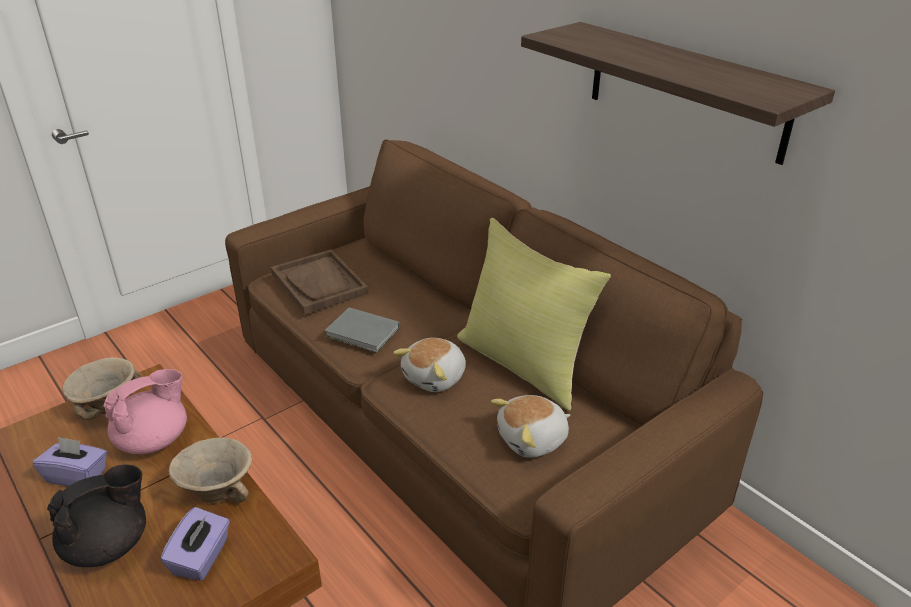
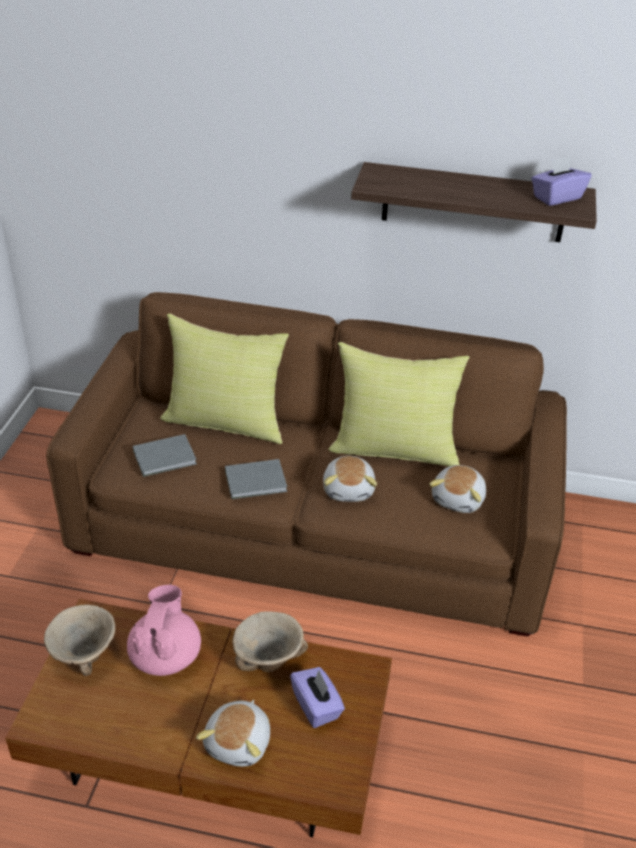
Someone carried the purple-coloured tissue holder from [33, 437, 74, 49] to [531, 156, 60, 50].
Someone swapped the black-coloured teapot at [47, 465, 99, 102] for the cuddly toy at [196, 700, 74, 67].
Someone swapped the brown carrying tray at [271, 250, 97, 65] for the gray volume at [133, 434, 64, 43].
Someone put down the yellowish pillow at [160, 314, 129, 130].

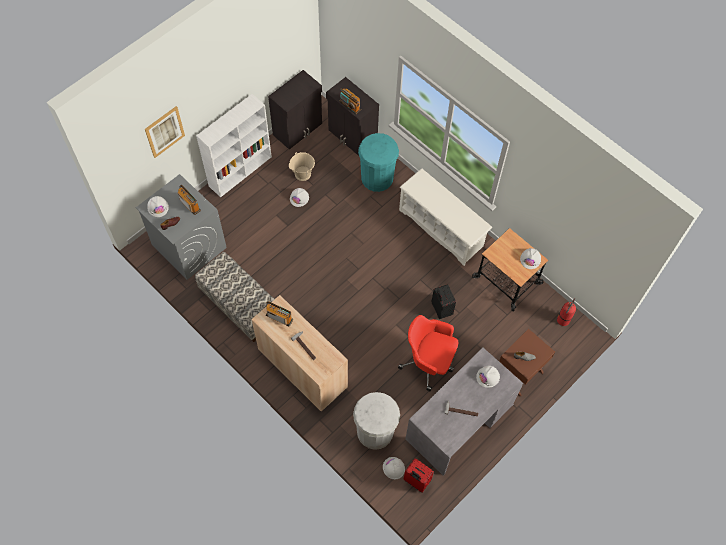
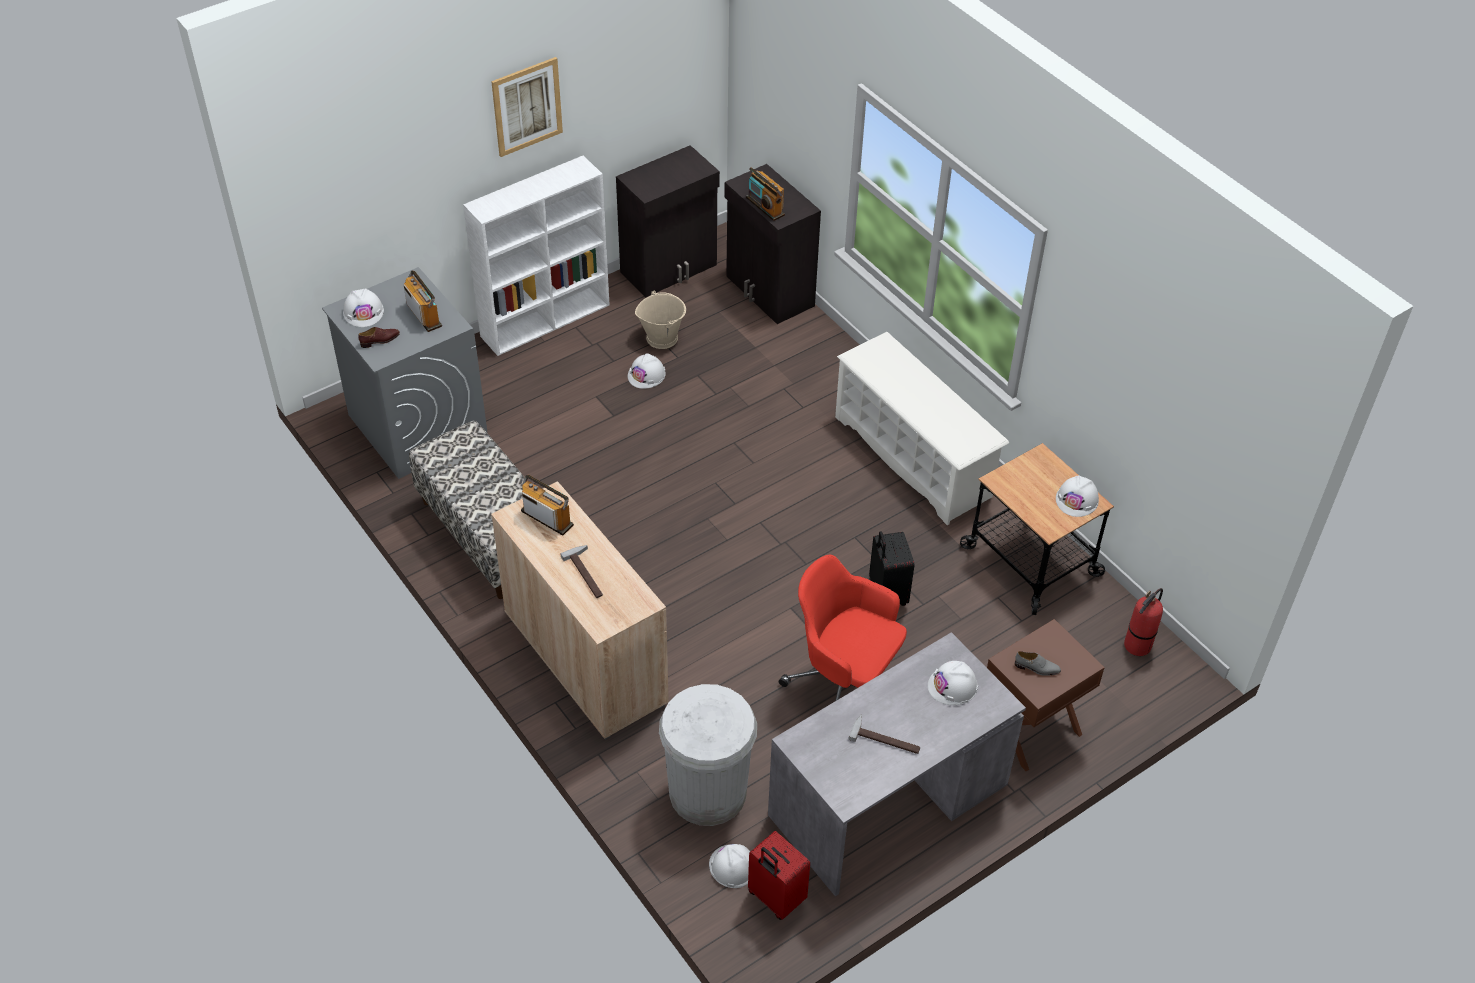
Someone carried the wall art from [145, 106, 40, 52] to [491, 57, 72, 100].
Someone took away the turquoise waste bin at [358, 133, 41, 59].

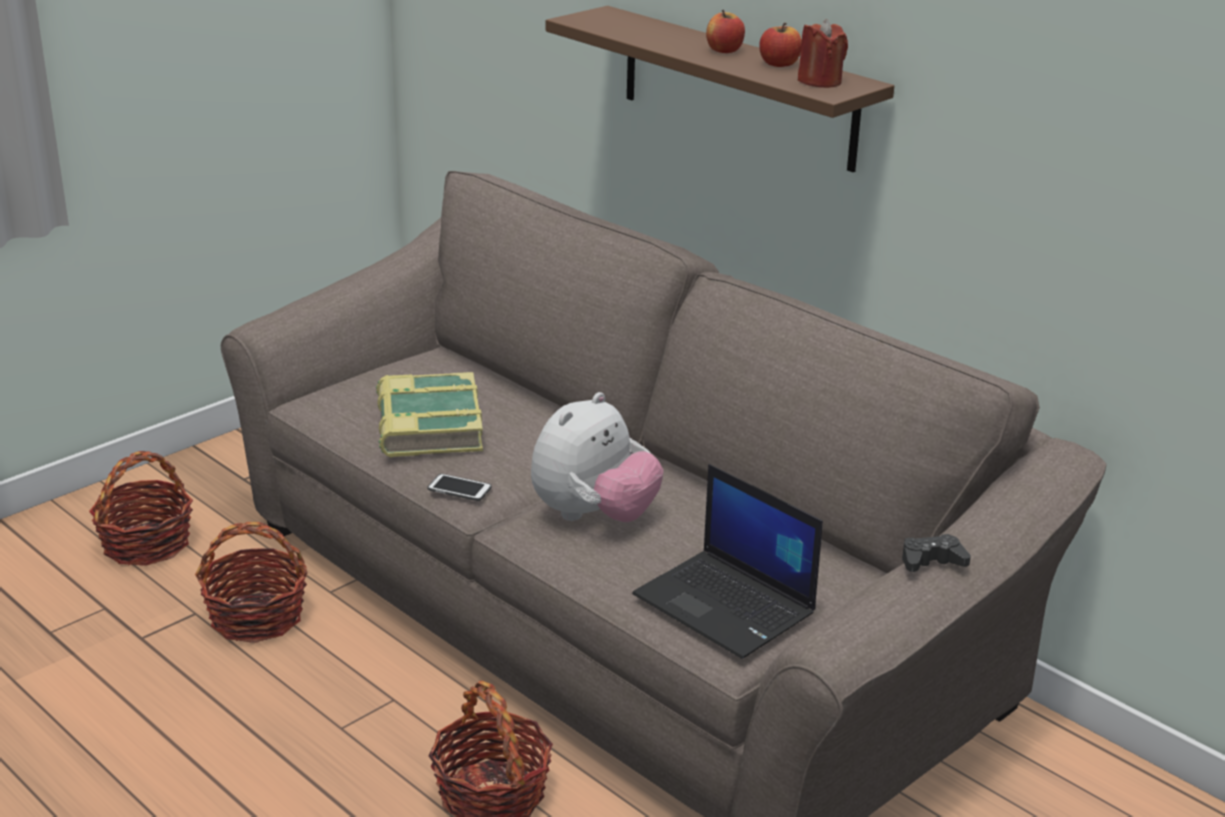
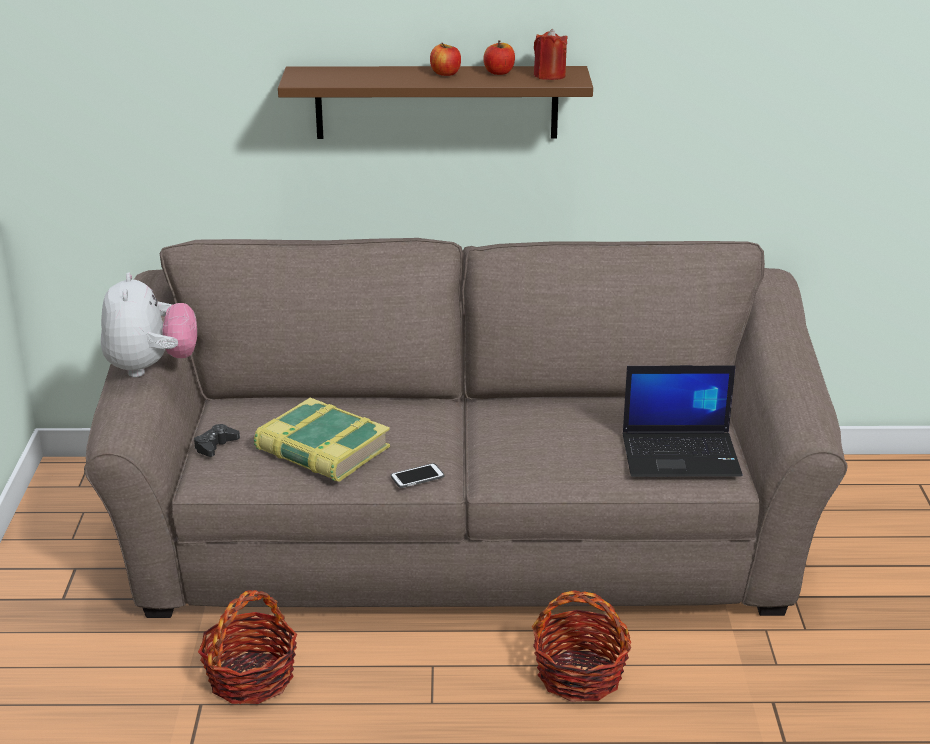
Someone took away the household basket at [89, 451, 104, 115].
Someone carried the cuddly toy from [531, 392, 133, 130] to [101, 273, 96, 104].
Someone carried the black-coloured joypad from [902, 534, 69, 38] to [194, 424, 46, 33].

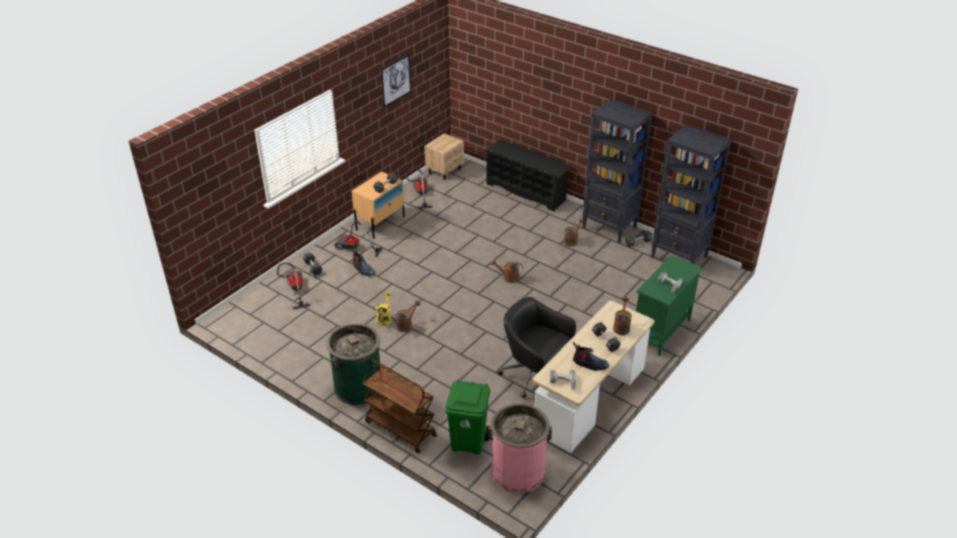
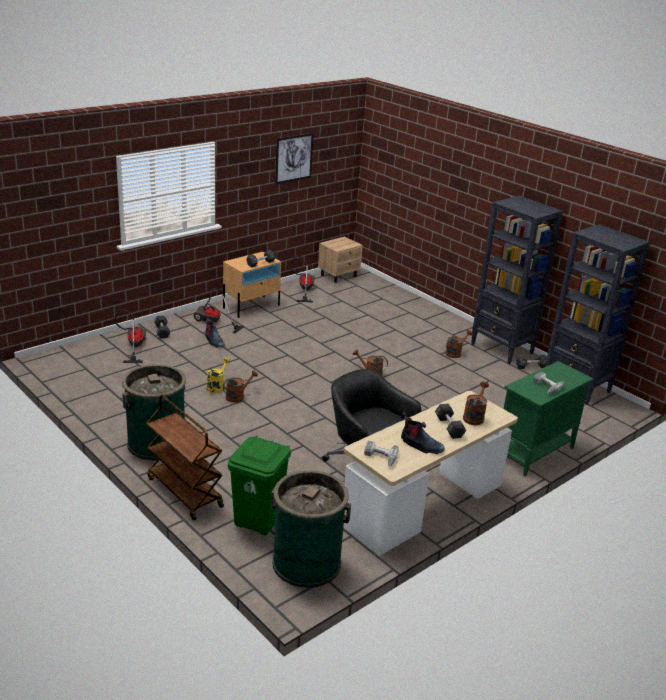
Someone took away the black-coloured shoe shelf at [486, 139, 86, 73].
Someone repainted the pink waste bin at [489, 403, 63, 90], which became the green-coloured waste bin at [271, 470, 80, 118].

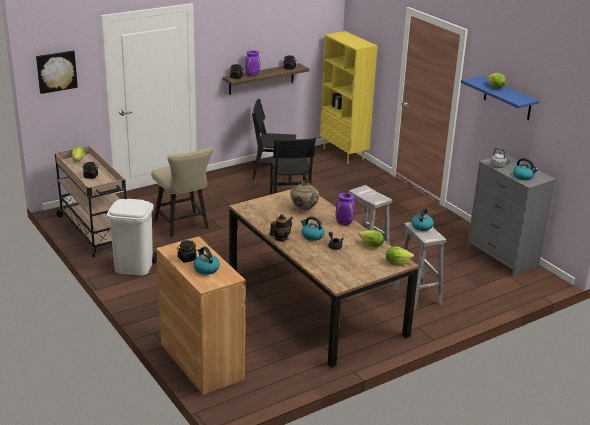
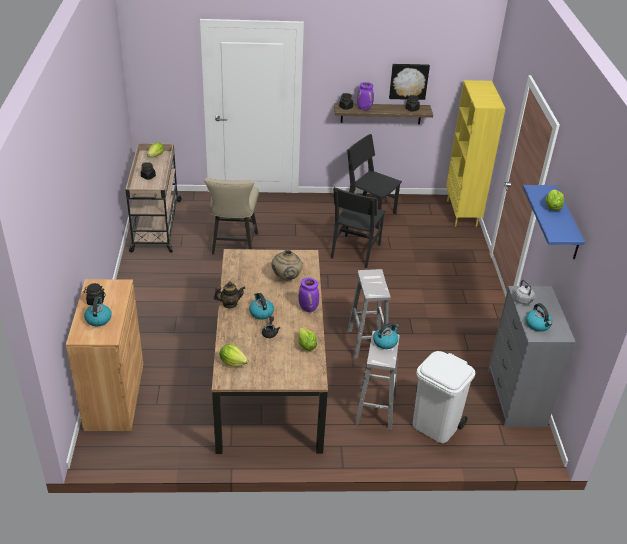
Someone carried the wall art from [36, 51, 42, 43] to [389, 64, 41, 36].
Someone carried the whitish waste bin from [107, 199, 50, 77] to [413, 351, 62, 92].
Someone carried the lettuce from [386, 246, 28, 19] to [220, 344, 28, 23].

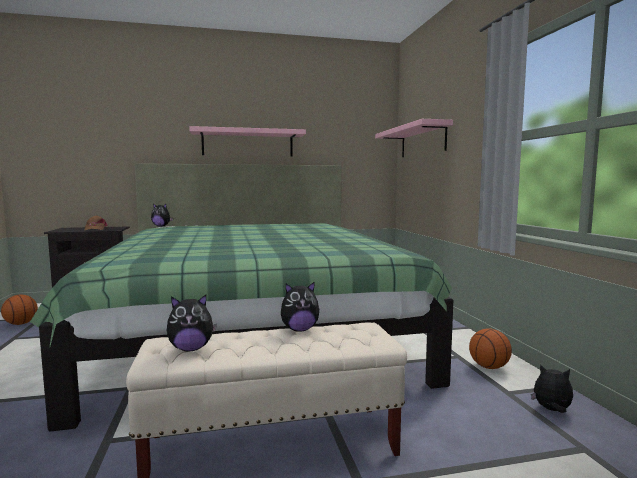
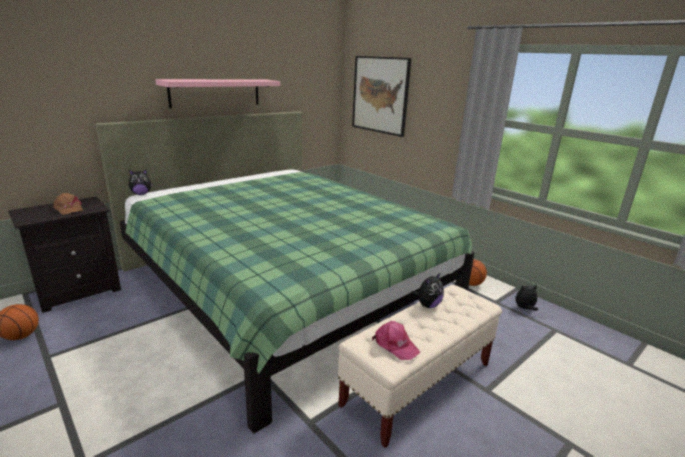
Someone swapped the cuddly toy at [167, 295, 50, 56] for the pink peaked cap at [372, 321, 48, 39].
Someone swapped the pink wall shelf at [375, 119, 78, 38] for the wall art at [352, 56, 60, 81].

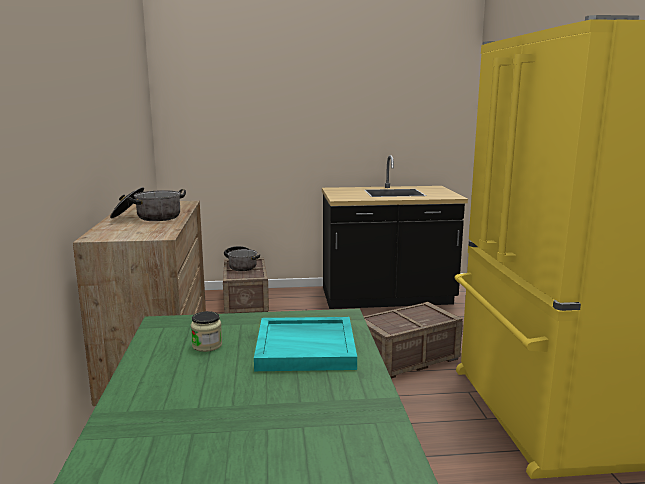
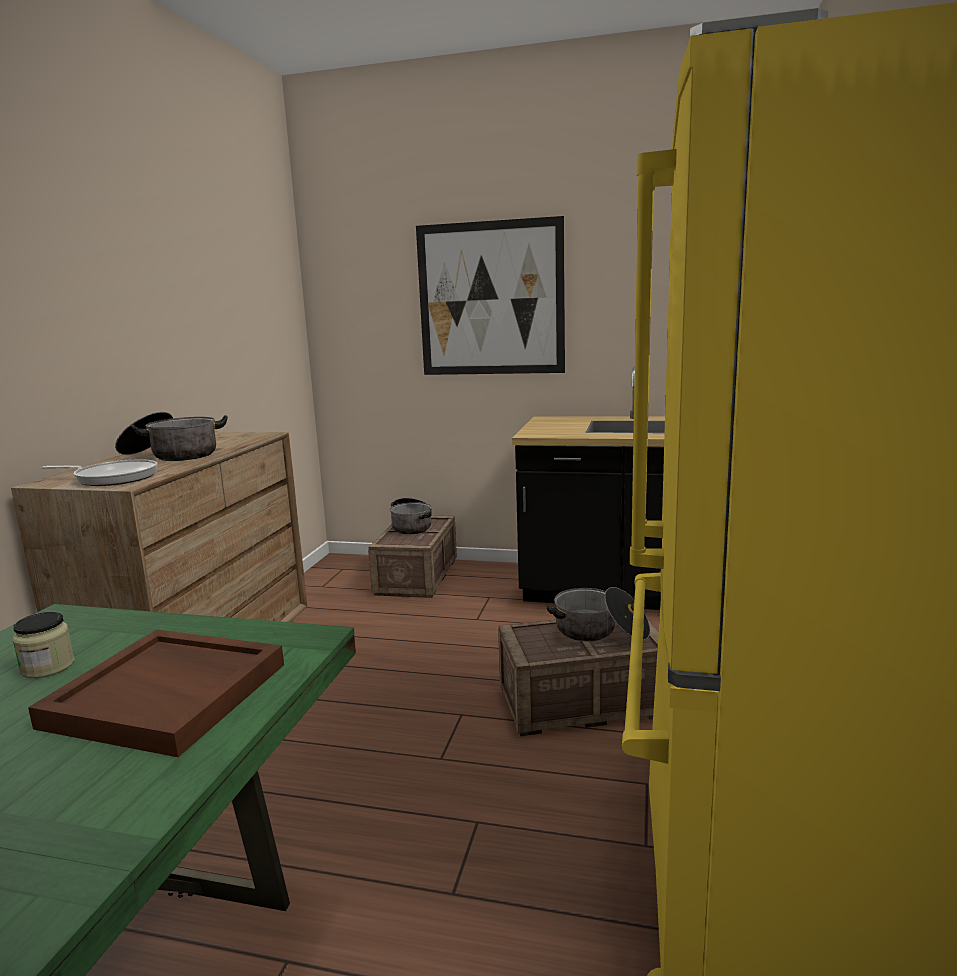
Someone repainted the turquoise carrying tray at [254, 317, 103, 54], which became the brown carrying tray at [28, 629, 256, 128].
Someone put down the pan at [42, 459, 116, 27].
Someone put up the wall art at [416, 216, 149, 159].
Someone put down the stockpot at [547, 587, 103, 54].

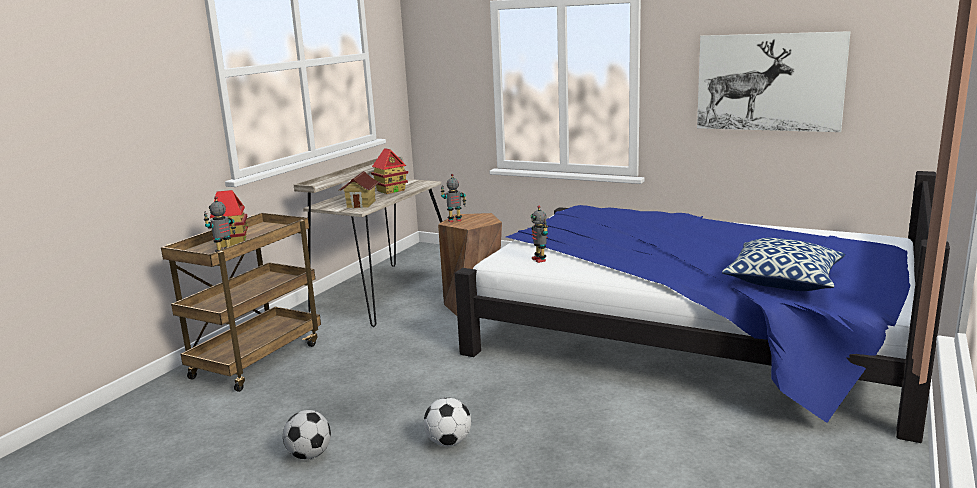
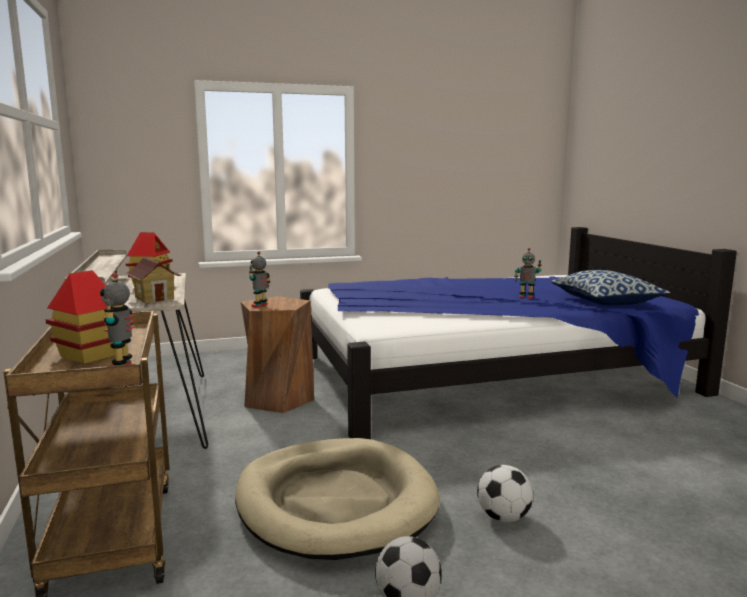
Someone carried the toy robot from [531, 206, 18, 57] to [514, 248, 28, 51].
Someone took away the wall art at [697, 31, 154, 101].
Someone put down the beige dog bed at [235, 438, 205, 122].

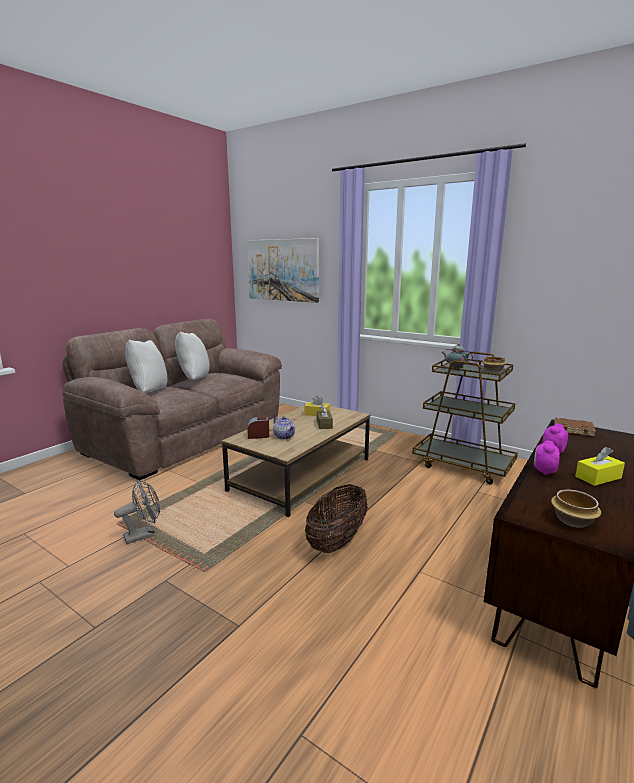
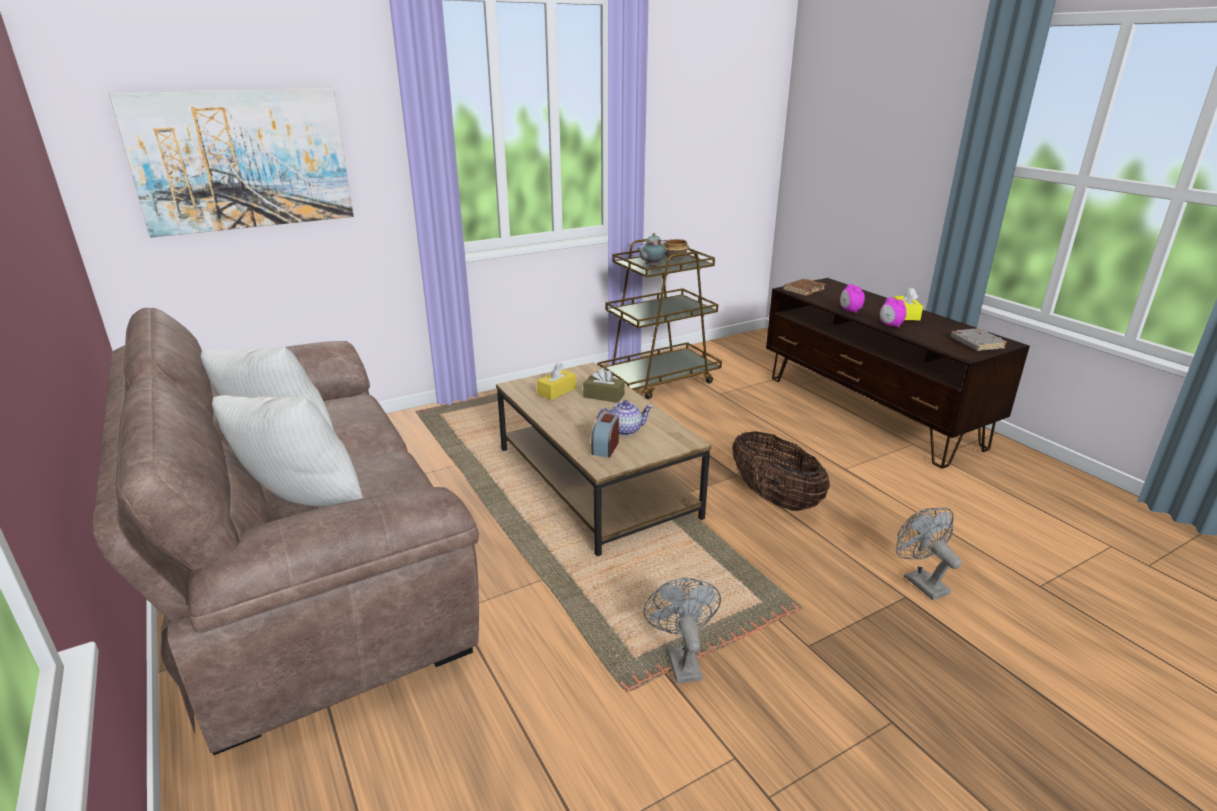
Someone swapped the deep dish at [551, 489, 50, 39] for the gray volume at [951, 328, 56, 23].
Someone put down the gray electric fan at [896, 507, 66, 93].

